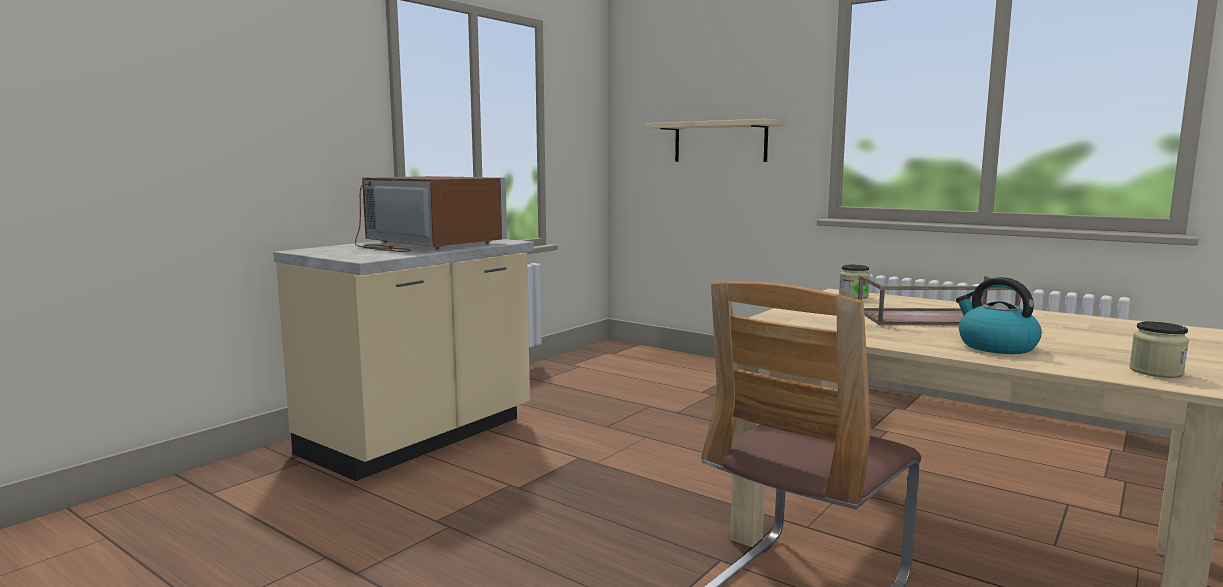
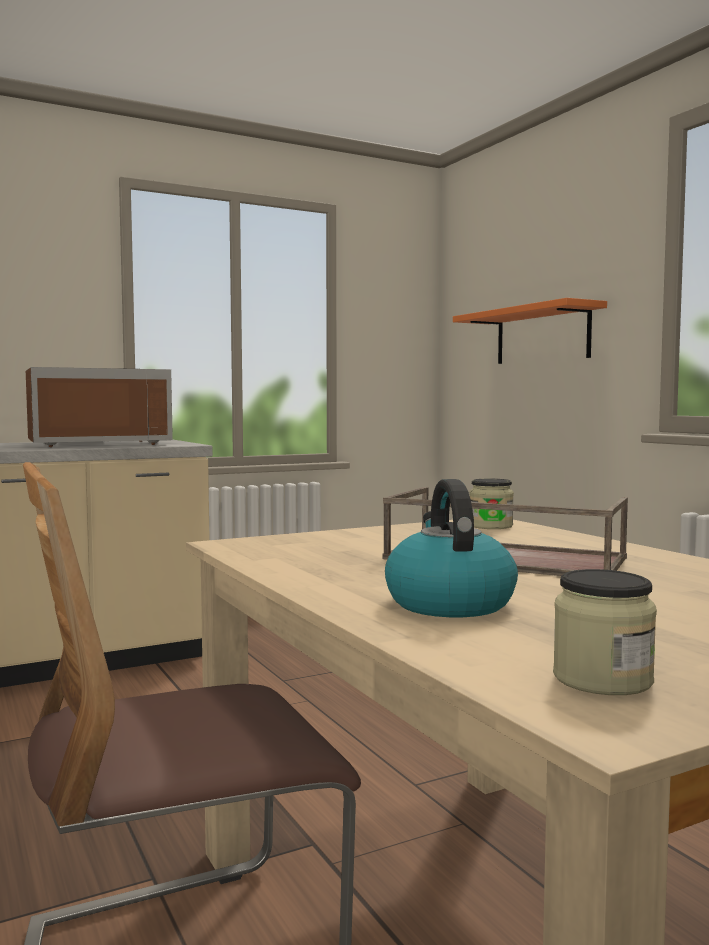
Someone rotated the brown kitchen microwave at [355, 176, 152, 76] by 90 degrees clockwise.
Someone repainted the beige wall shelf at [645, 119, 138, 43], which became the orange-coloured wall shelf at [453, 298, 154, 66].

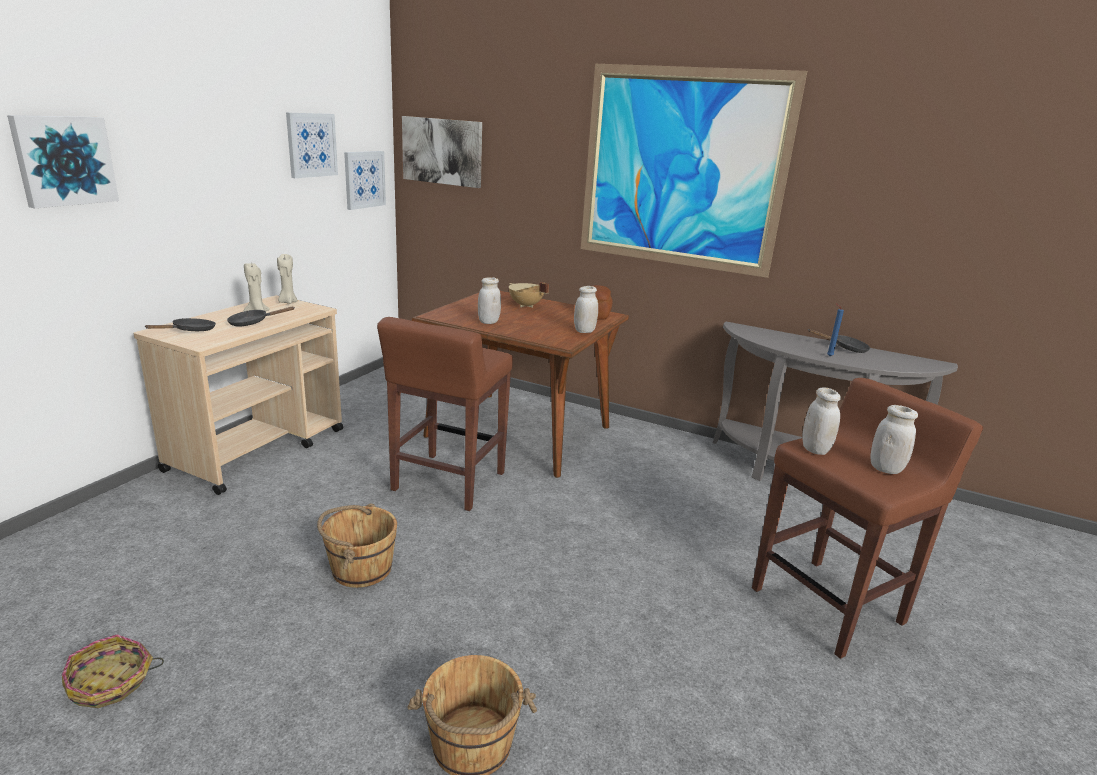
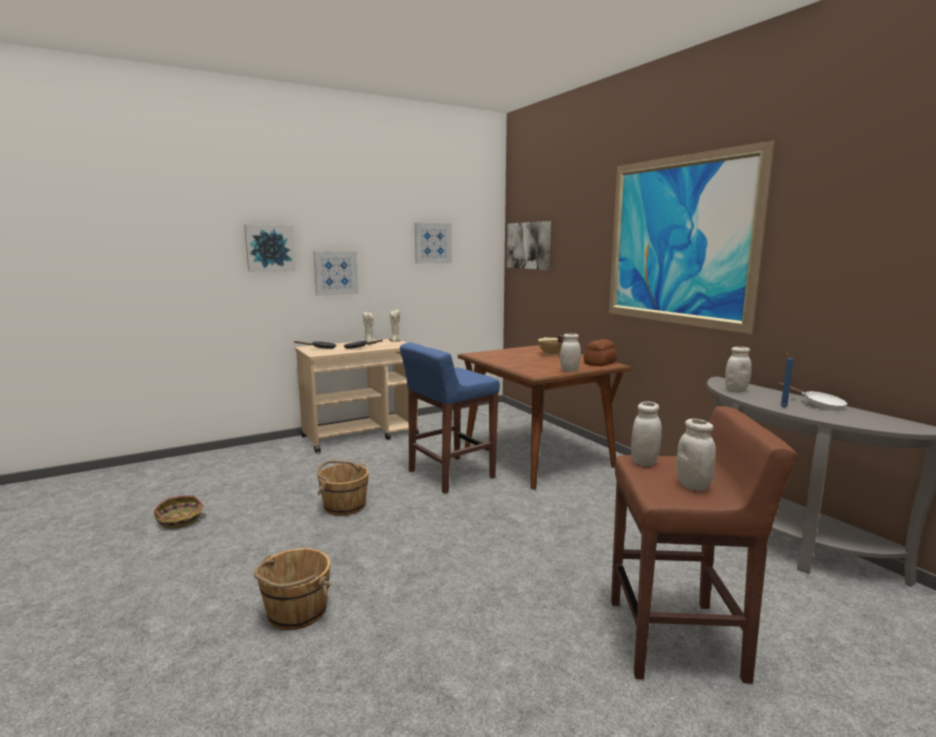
Someone carried the wall art from [344, 151, 42, 59] to [313, 251, 46, 45].
Someone repainted the brown stool at [377, 317, 136, 194], which became the blue stool at [400, 342, 100, 151].
Someone carried the whitish jar from [478, 277, 23, 47] to [725, 347, 26, 45].
Someone repainted the black-coloured pan at [809, 329, 61, 24], which became the whitish pan at [779, 383, 68, 27].

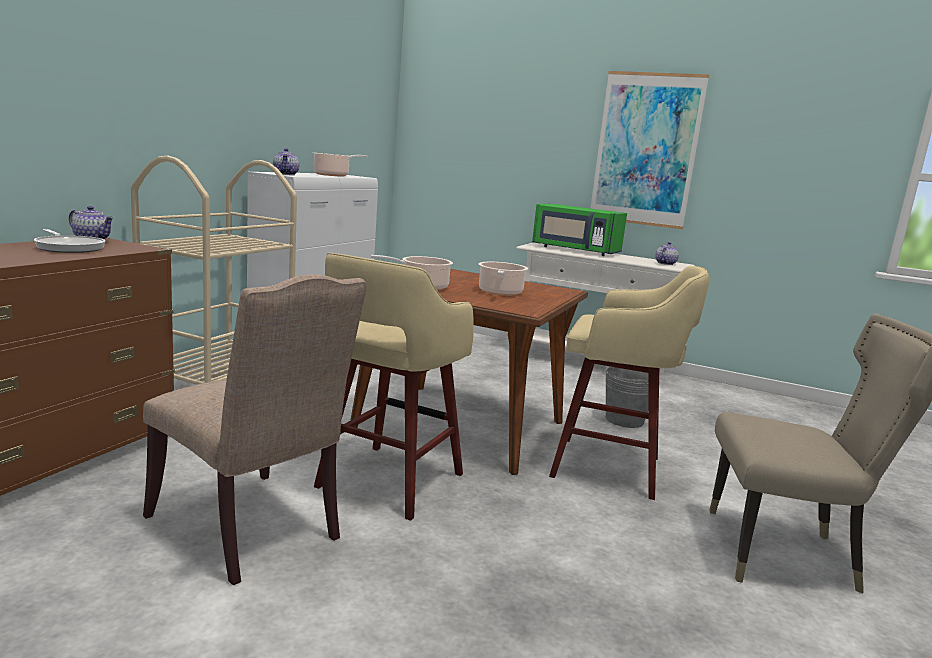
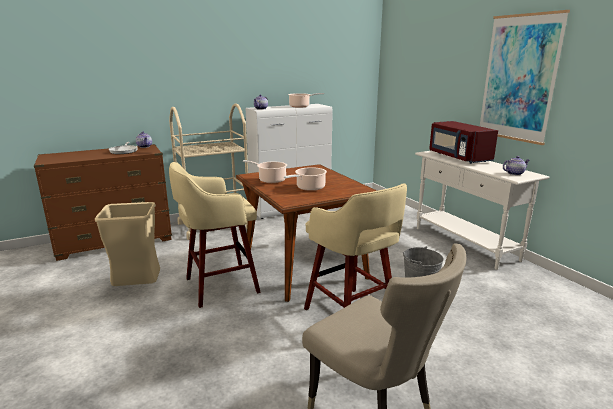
Someone swapped the beige upright chair at [143, 274, 224, 311] for the beige waste bin at [95, 202, 65, 84].
Someone repainted the green-coloured kitchen microwave at [532, 204, 95, 52], which became the reddish kitchen microwave at [429, 121, 69, 43].

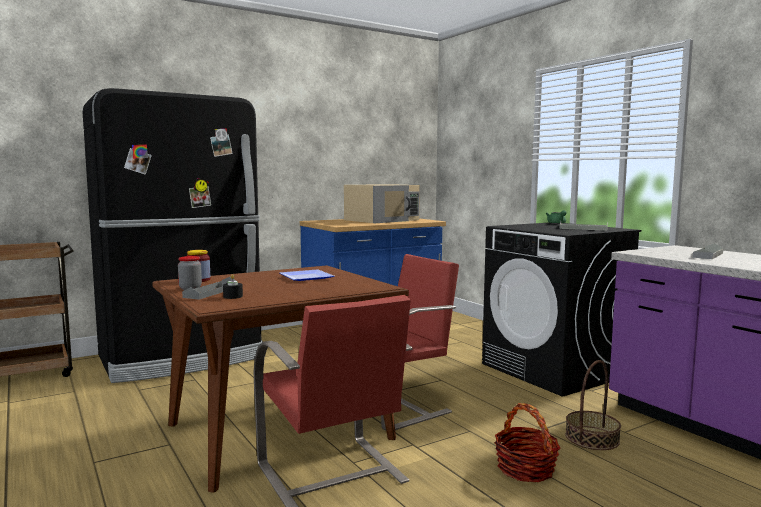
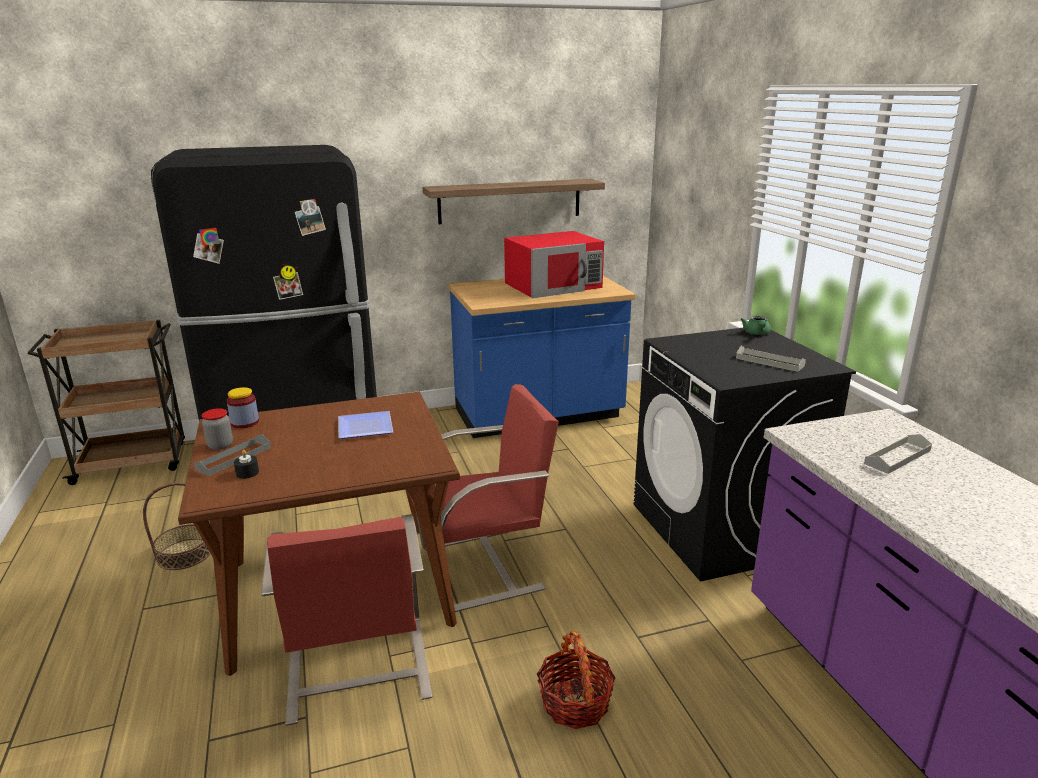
Someone repainted the beige kitchen microwave at [344, 184, 76, 39], which became the reddish kitchen microwave at [504, 231, 100, 67].
Someone carried the household basket from [565, 360, 56, 90] to [143, 482, 68, 88].
Someone put up the wall shelf at [423, 179, 182, 45].

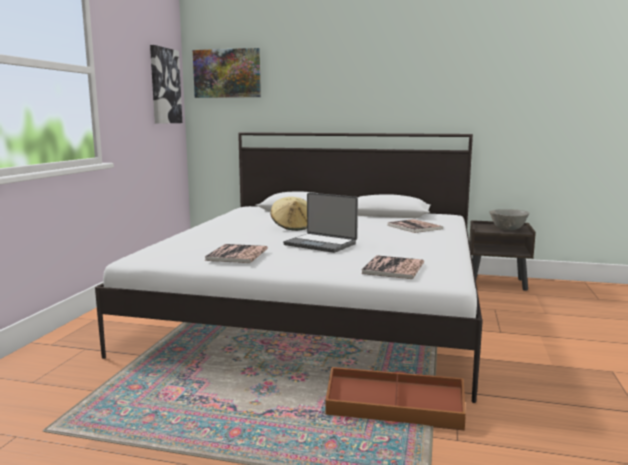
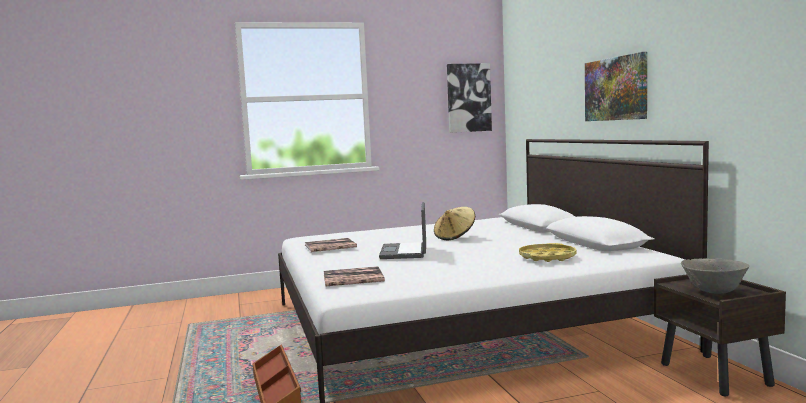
Someone carried the wall art from [193, 48, 68, 50] to [585, 52, 62, 69].
Someone swapped the volume at [387, 219, 56, 14] for the yellowish carrying tray at [519, 243, 57, 19].

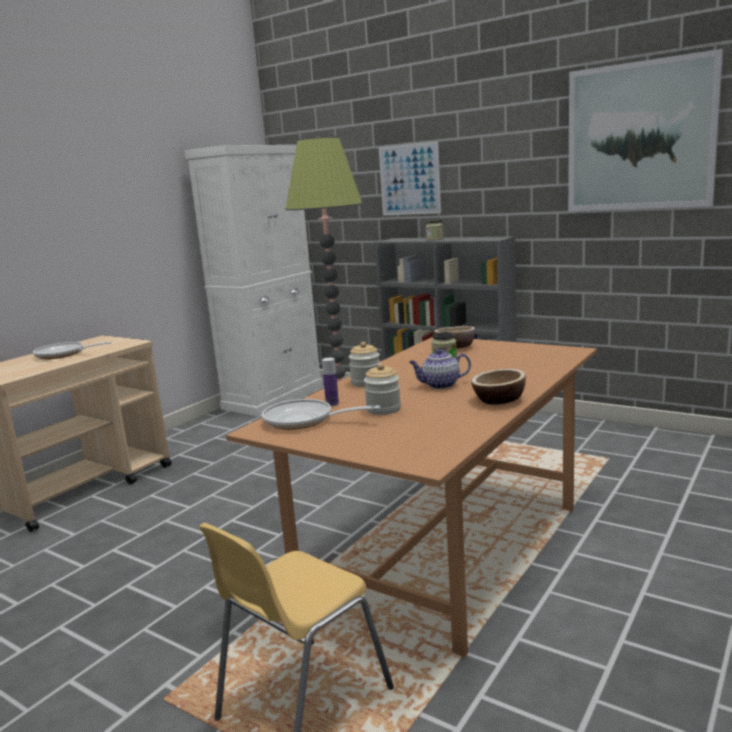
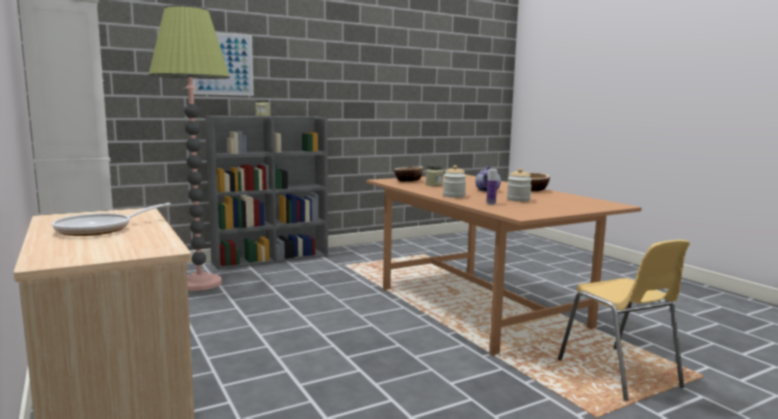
Someone took away the pan at [262, 399, 119, 31].
Someone took away the wall art at [568, 49, 155, 162].

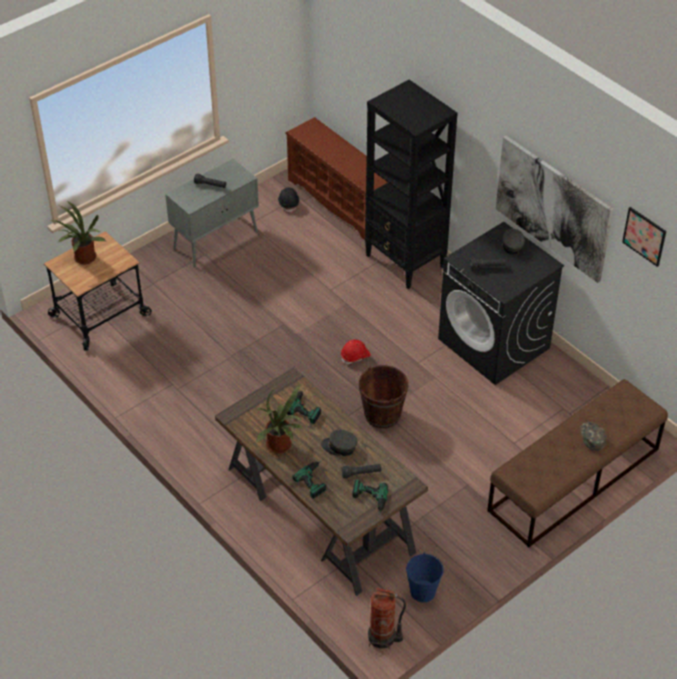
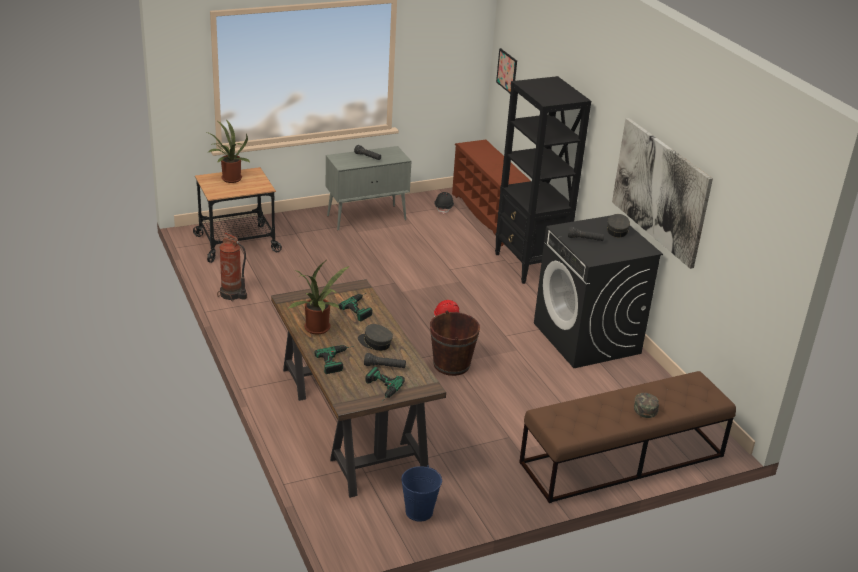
Someone carried the fire-fighting cylinder from [368, 588, 38, 61] to [217, 232, 30, 69].
Someone carried the wall art from [622, 207, 44, 60] to [496, 48, 21, 45].

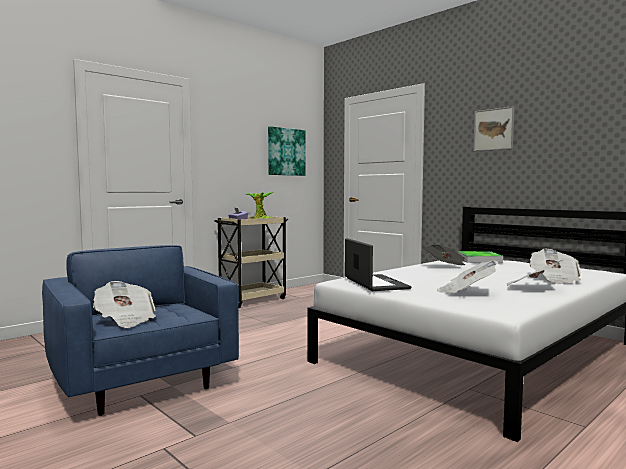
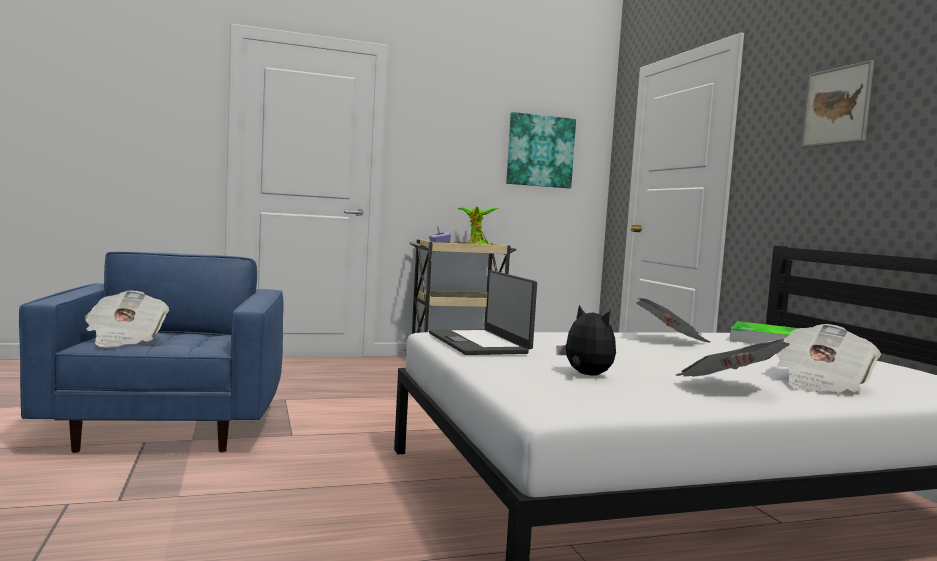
Someone rotated the notebook computer at [345, 238, 66, 53] by 150 degrees clockwise.
Someone swapped the newspaper at [437, 261, 62, 33] for the cuddly toy at [556, 305, 60, 71].

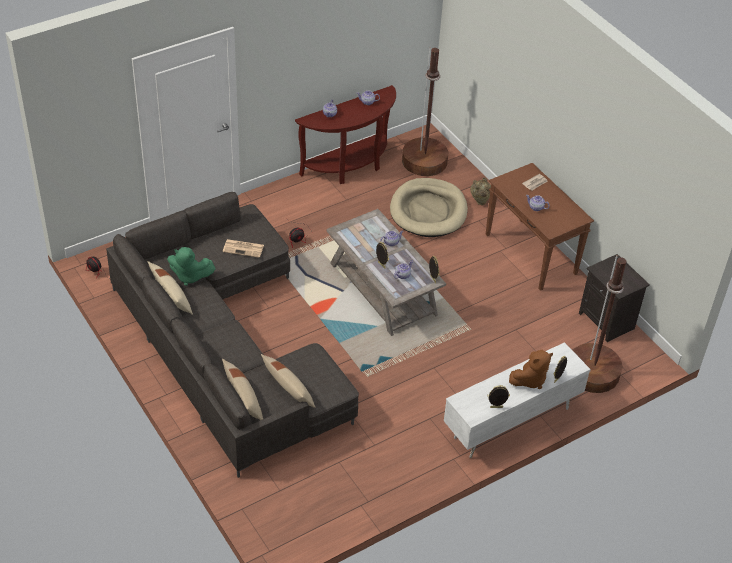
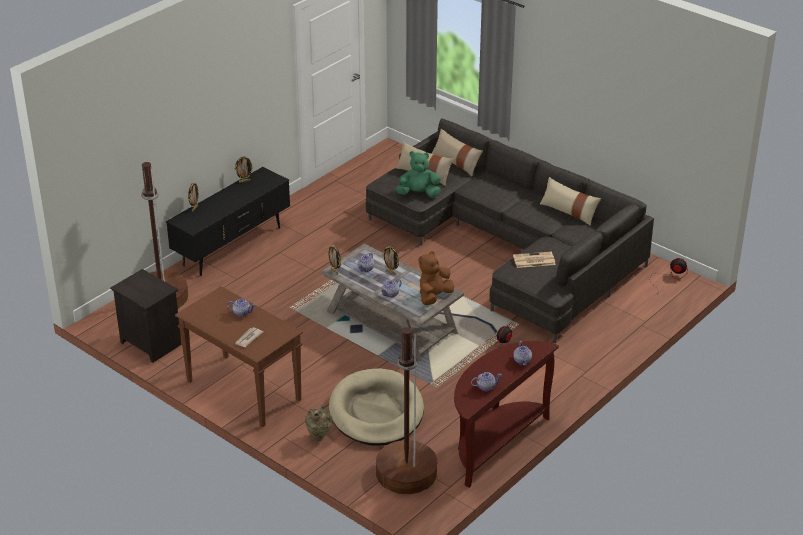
Someone carried the green-coloured cuddly toy from [167, 247, 49, 39] to [396, 151, 45, 46].
Someone repainted the whitish tv unit at [444, 342, 147, 116], which became the black-coloured tv unit at [166, 167, 124, 109].
Someone carried the brown cuddly toy from [509, 350, 44, 39] to [419, 251, 35, 54].

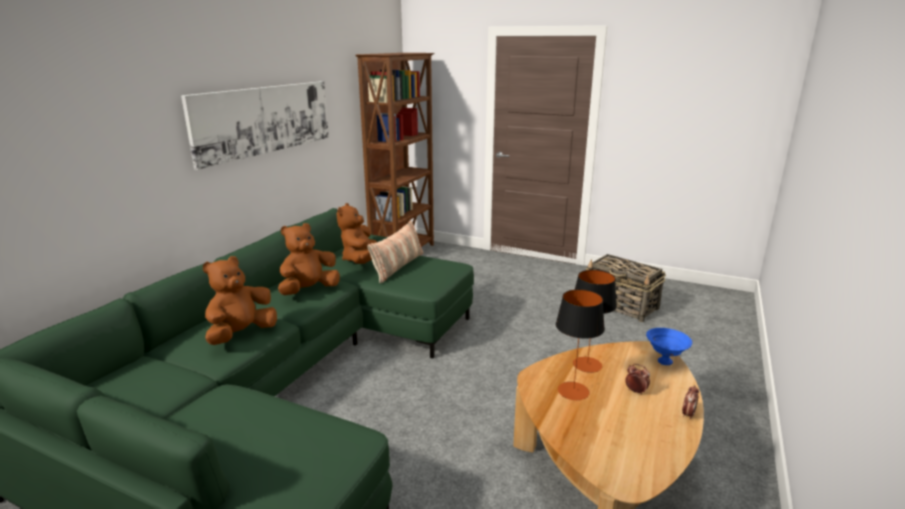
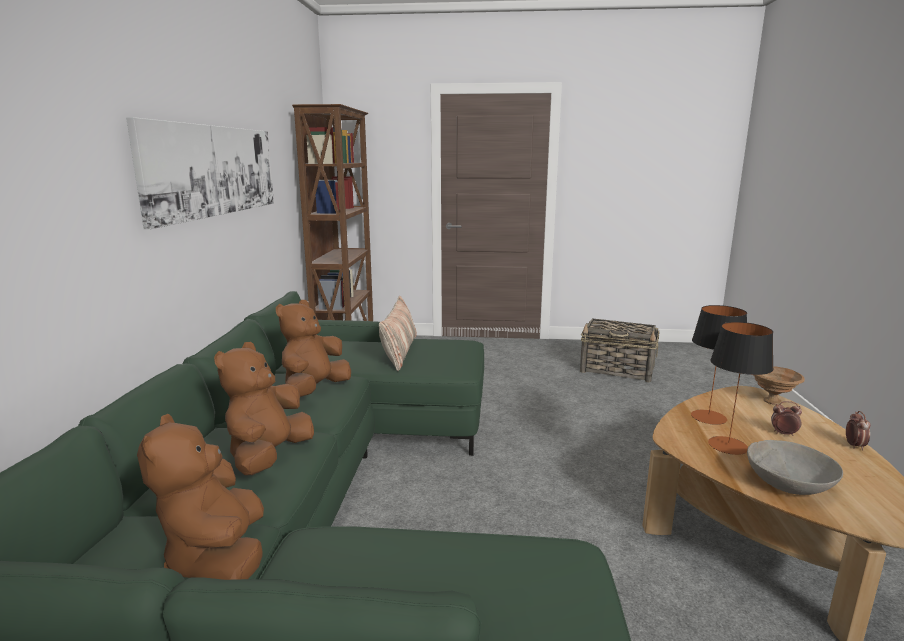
Someone carried the brown cuddly toy from [336, 203, 41, 61] to [137, 414, 127, 166].
Someone repainted the blue deep dish at [646, 328, 46, 37], which became the brown deep dish at [754, 366, 51, 39].
Someone put down the gray deep dish at [747, 440, 96, 55].

